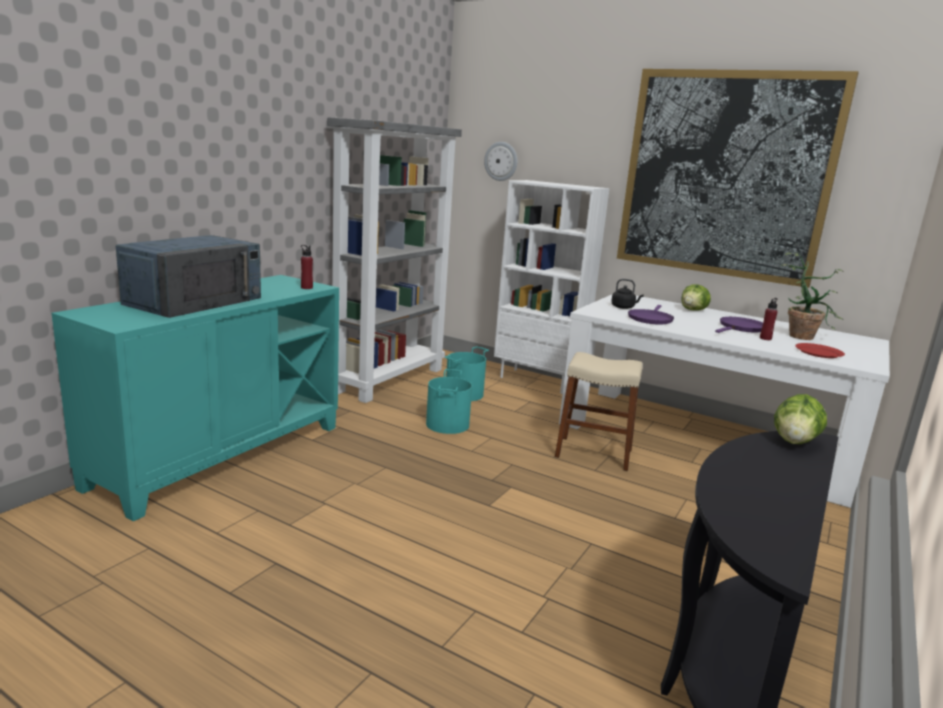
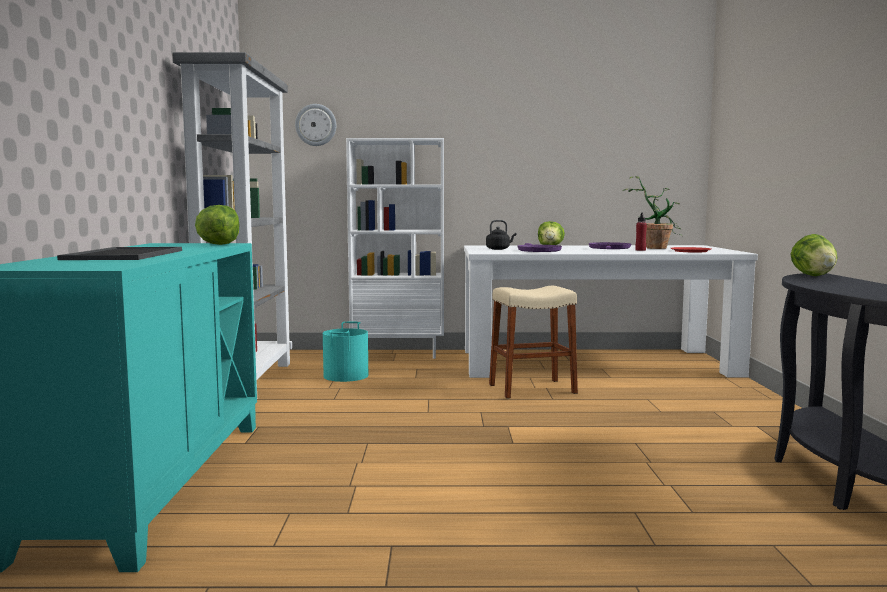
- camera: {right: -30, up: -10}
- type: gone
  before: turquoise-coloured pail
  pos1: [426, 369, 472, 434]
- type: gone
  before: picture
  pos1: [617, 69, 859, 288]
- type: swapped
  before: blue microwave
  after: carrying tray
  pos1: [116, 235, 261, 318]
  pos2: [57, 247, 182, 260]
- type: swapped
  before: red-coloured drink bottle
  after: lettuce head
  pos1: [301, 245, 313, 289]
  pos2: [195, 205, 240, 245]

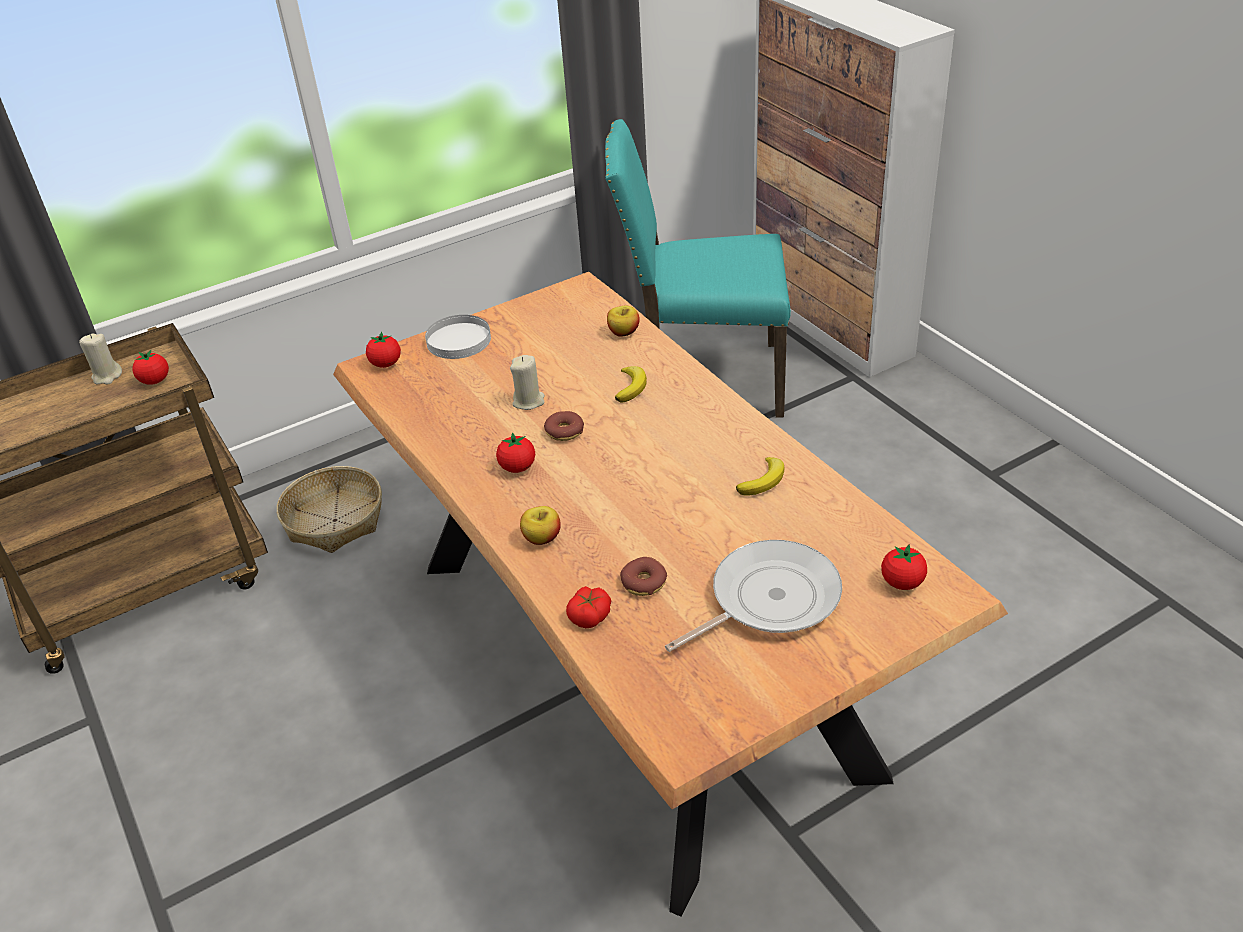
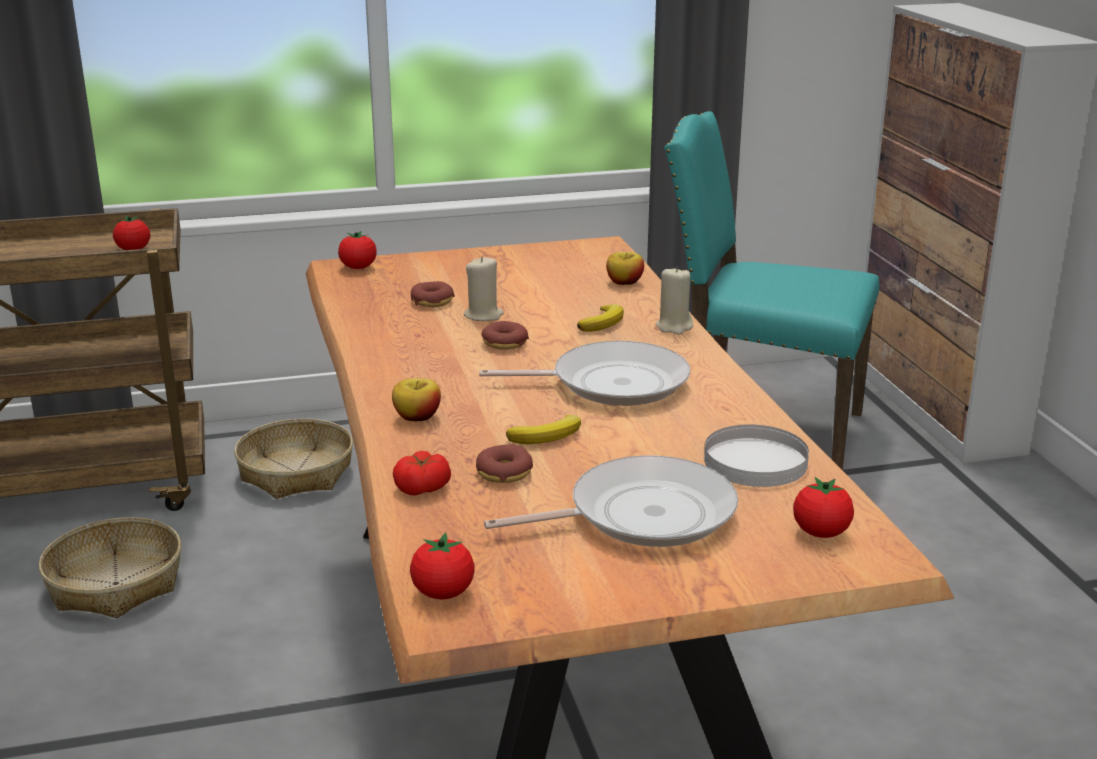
- camera: {right: 15, up: -15}
- type: new
  after: household basket
  pos2: [39, 517, 181, 618]
- type: new
  after: donut
  pos2: [411, 281, 455, 307]
- type: new
  after: pan
  pos2: [479, 341, 690, 406]
- type: shifted
  before: beige-coloured wax candle
  pos1: [79, 334, 122, 385]
  pos2: [656, 266, 693, 335]
- type: shifted
  before: whitish flat dish
  pos1: [425, 315, 491, 359]
  pos2: [704, 424, 809, 487]
- type: shifted
  before: whole tomato
  pos1: [496, 432, 535, 473]
  pos2: [410, 532, 475, 599]
- type: shifted
  before: whole banana
  pos1: [736, 457, 784, 496]
  pos2: [506, 415, 581, 444]

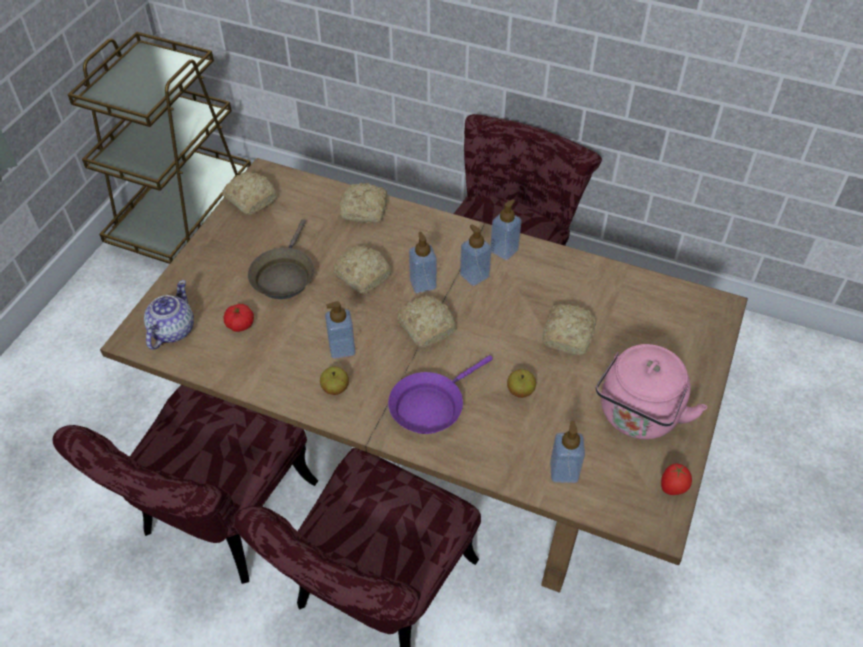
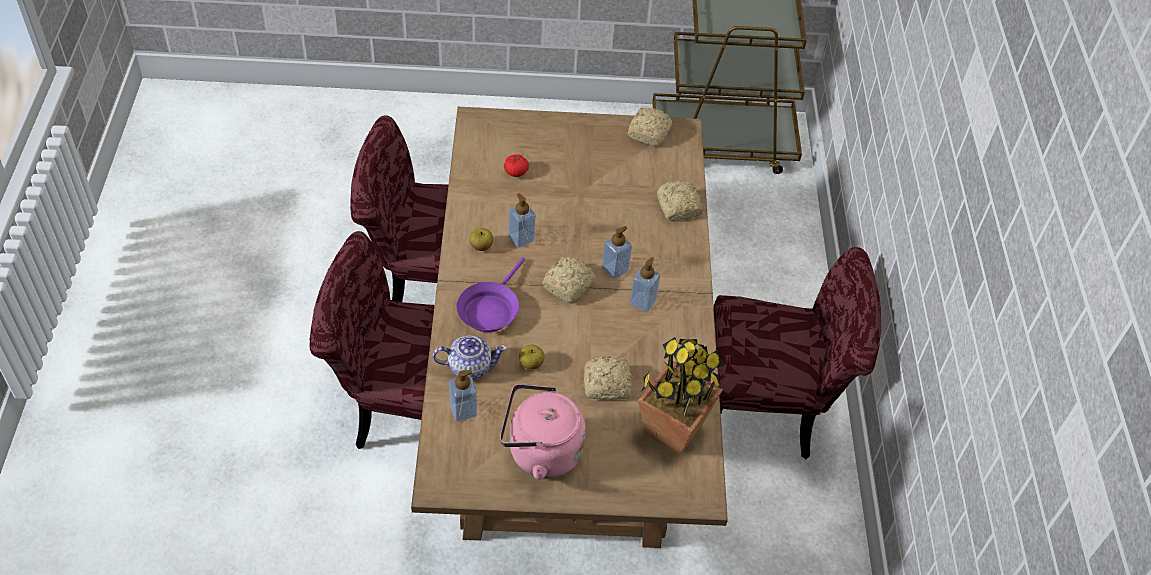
- camera: {right: 65, up: 0}
- type: gone
  before: brown pan
  pos1: [248, 219, 314, 299]
- type: gone
  before: bakery bread
  pos1: [332, 245, 391, 294]
- type: gone
  before: soap dispenser
  pos1: [490, 199, 522, 260]
- type: gone
  before: whole tomato
  pos1: [661, 464, 692, 495]
- type: new
  after: potted plant
  pos2: [638, 337, 724, 455]
- type: shifted
  before: tea pot
  pos1: [144, 280, 194, 350]
  pos2: [433, 335, 507, 380]
- type: rotated
  before: purplish pan
  pos1: [388, 355, 493, 434]
  pos2: [456, 257, 525, 332]
  turn: -90

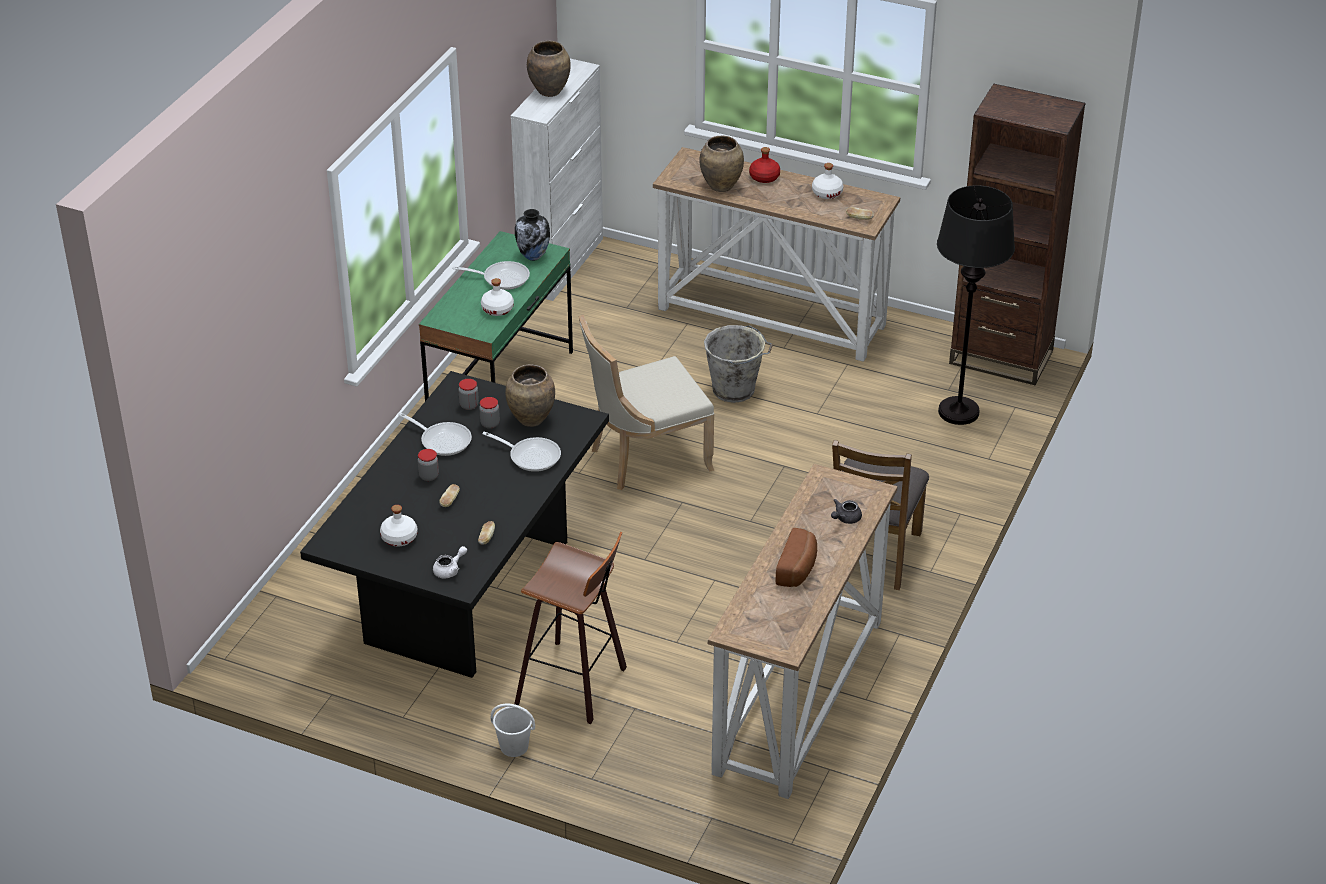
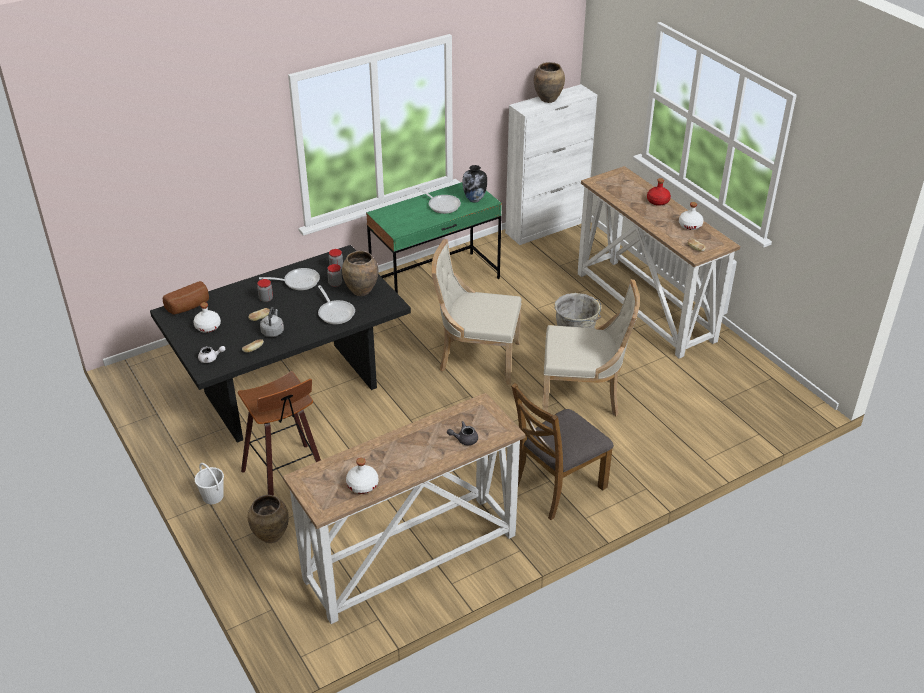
- camera: {right: 35, up: 0}
- type: gone
  before: blackish standing lamp
  pos1: [937, 185, 1015, 425]
- type: gone
  before: brown shelving unit
  pos1: [949, 84, 1086, 386]
- type: new
  after: greyish kettle
  pos2: [260, 307, 284, 337]
- type: new
  after: beige-coloured plain chair
  pos2: [542, 279, 640, 416]
- type: shifted
  before: whitish drink bottle
  pos1: [481, 278, 514, 316]
  pos2: [346, 458, 378, 494]
- type: shifted
  before: brown decorative vase
  pos1: [699, 135, 744, 192]
  pos2: [248, 495, 289, 543]
- type: shifted
  before: bakery bread
  pos1: [776, 528, 817, 587]
  pos2: [163, 281, 209, 314]
- type: rotated
  before: pan
  pos1: [398, 413, 472, 456]
  pos2: [259, 268, 320, 290]
  turn: -75

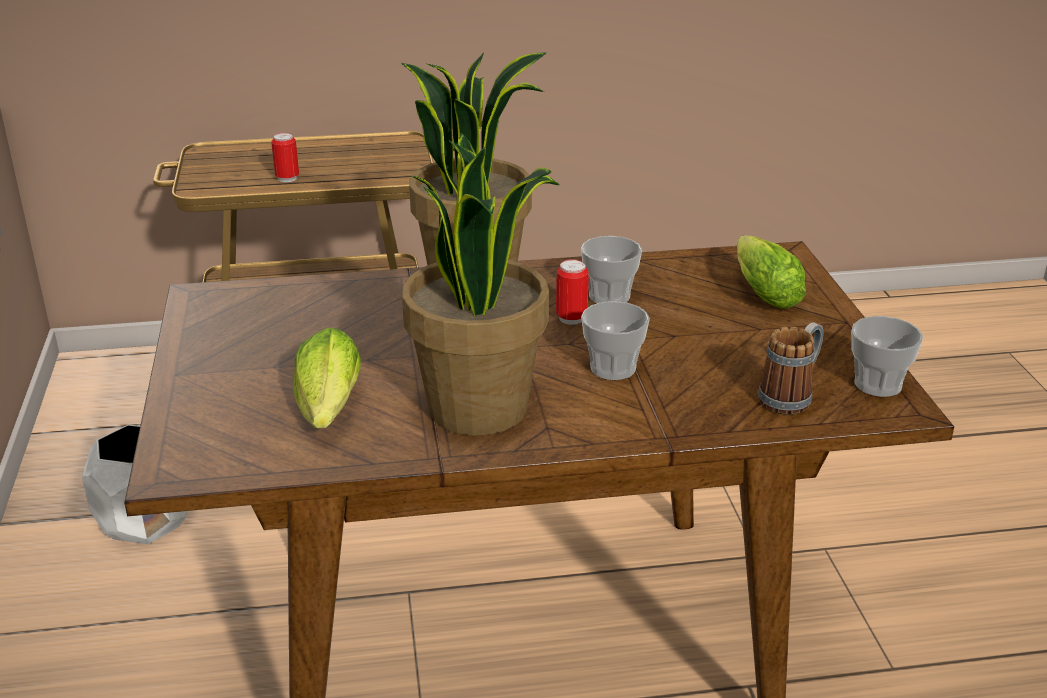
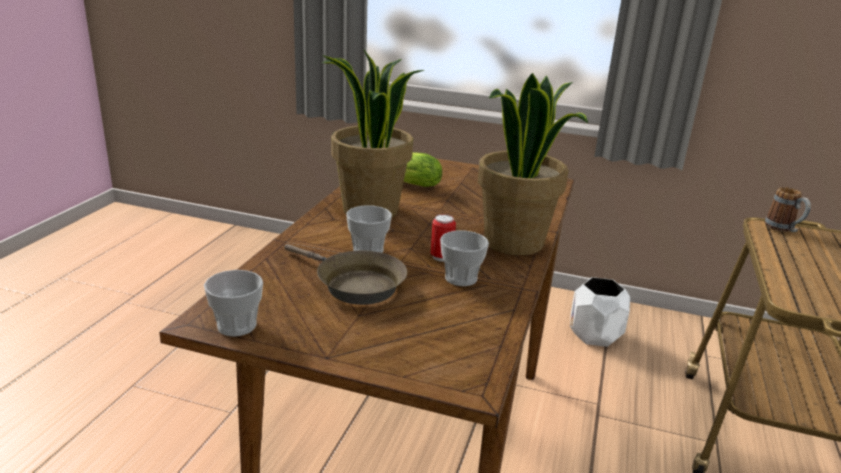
- camera: {right: 115, up: -5}
- type: gone
  before: sealed can
  pos1: [271, 133, 299, 182]
- type: gone
  before: lettuce head
  pos1: [737, 235, 806, 309]
- type: new
  after: brown pan
  pos2: [284, 244, 407, 305]
- type: shifted
  before: coffee mug
  pos1: [758, 322, 824, 415]
  pos2: [765, 187, 811, 232]

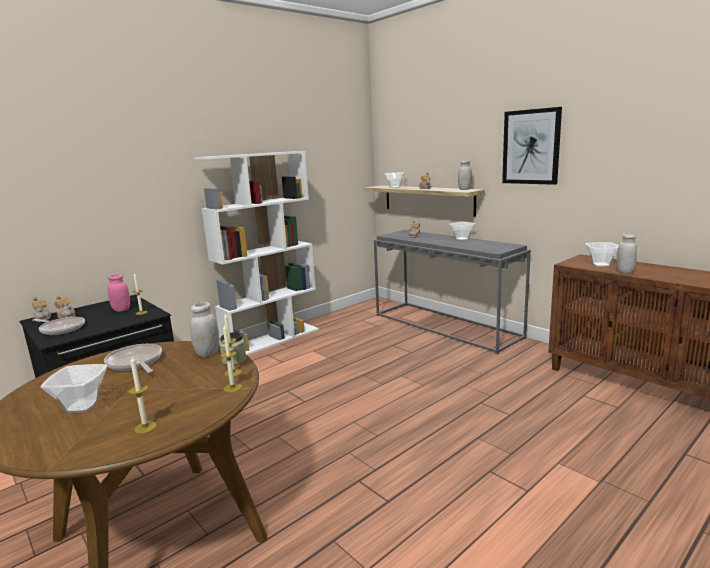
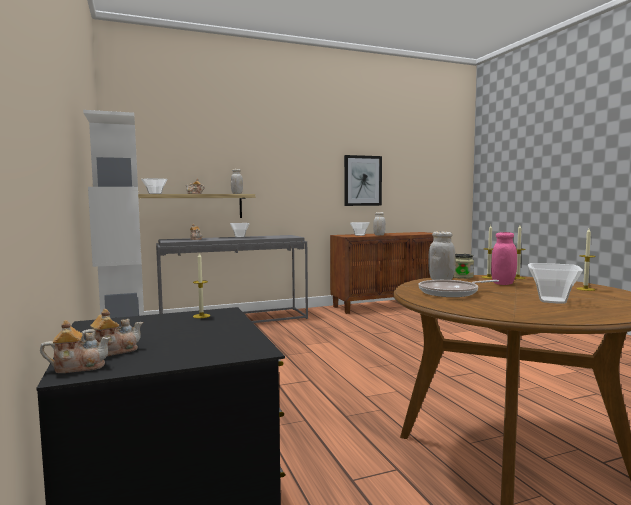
- camera: {right: -70, up: -10}
- type: gone
  before: pan
  pos1: [32, 317, 85, 335]
- type: shifted
  before: pink storage jar
  pos1: [108, 274, 130, 312]
  pos2: [491, 232, 517, 285]
- type: shifted
  before: picture
  pos1: [502, 107, 562, 185]
  pos2: [344, 155, 382, 206]

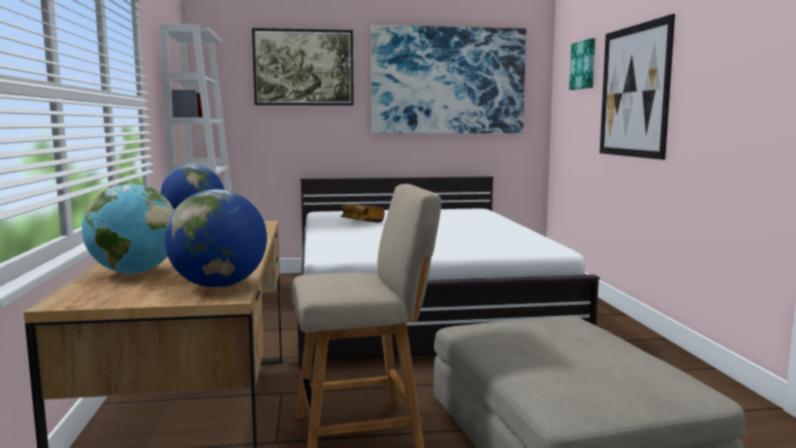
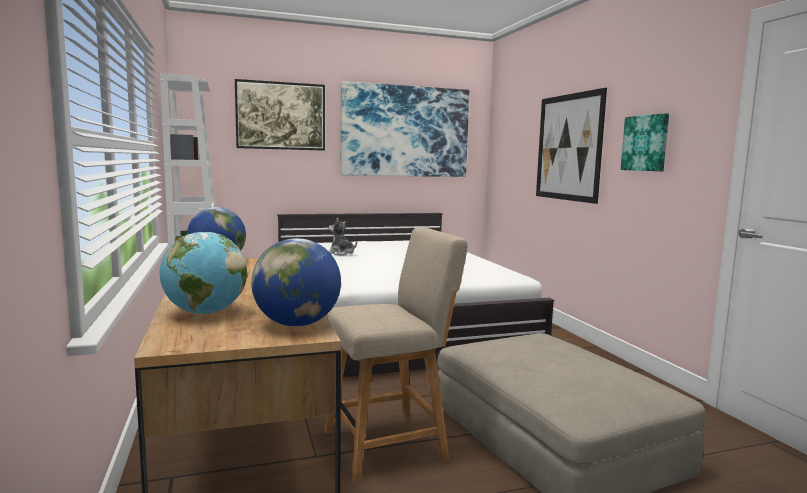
- camera: {right: -10, up: 0}
- type: shifted
  before: picture
  pos1: [569, 38, 595, 90]
  pos2: [621, 113, 669, 171]
- type: swapped
  before: book
  after: plush toy
  pos1: [340, 204, 385, 222]
  pos2: [329, 218, 357, 255]

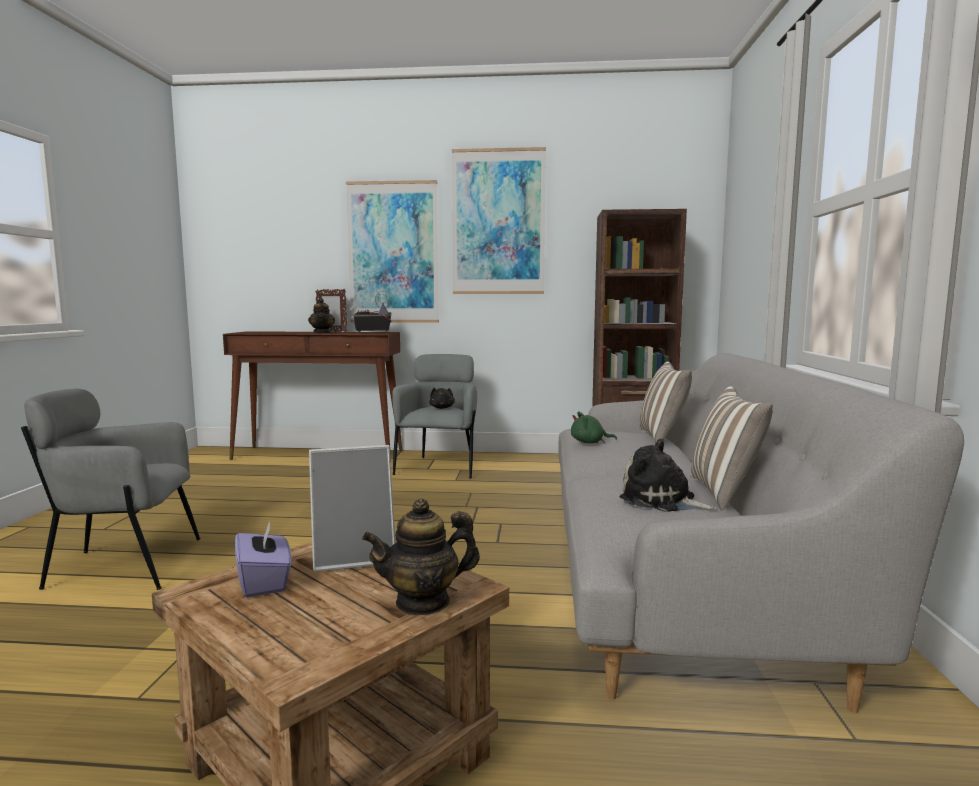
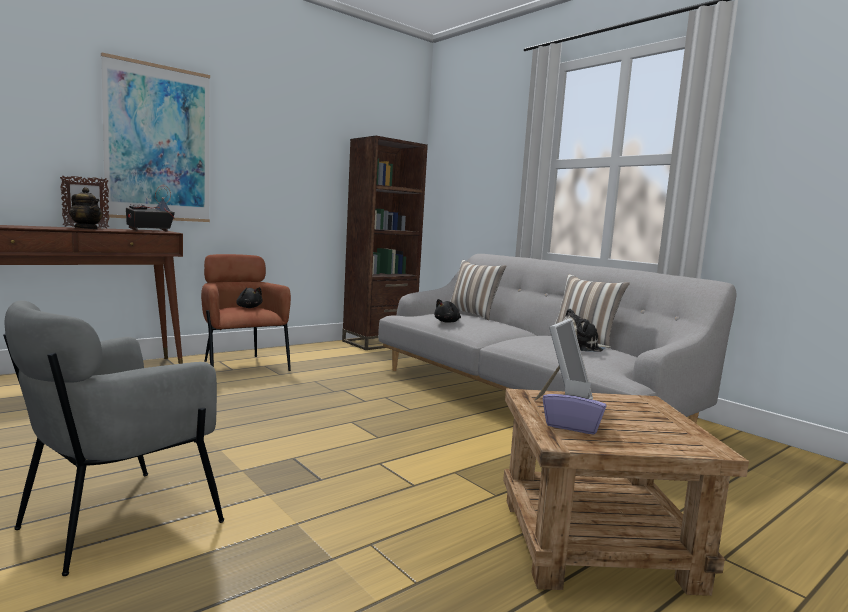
- camera: {right: -45, up: 0}
- type: gone
  before: tea pot
  pos1: [362, 498, 480, 615]
- type: gone
  before: picture
  pos1: [452, 147, 546, 294]
- type: repainted
  before: greyish lounge chair
  after: brown lounge chair
  pos1: [392, 354, 477, 478]
  pos2: [201, 254, 291, 371]
- type: repainted
  before: greenish plush toy
  after: blackish plush toy
  pos1: [571, 412, 617, 444]
  pos2: [434, 299, 461, 323]

